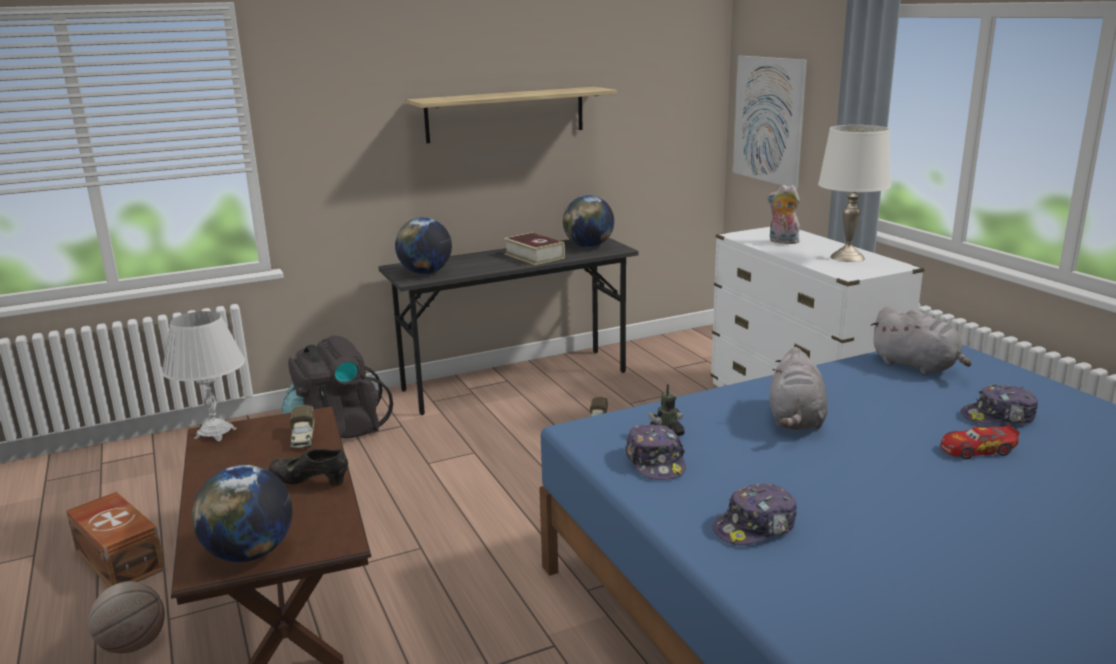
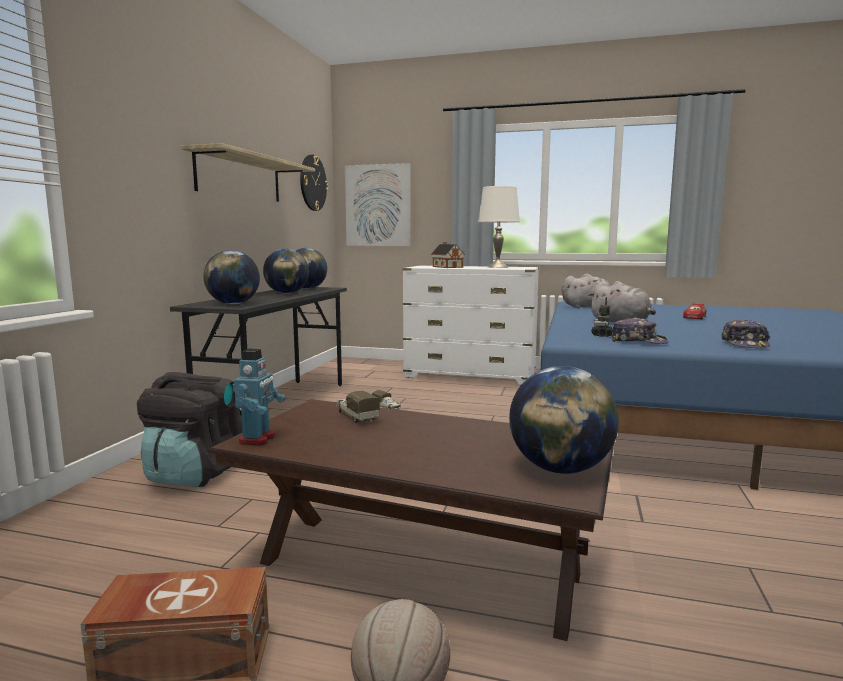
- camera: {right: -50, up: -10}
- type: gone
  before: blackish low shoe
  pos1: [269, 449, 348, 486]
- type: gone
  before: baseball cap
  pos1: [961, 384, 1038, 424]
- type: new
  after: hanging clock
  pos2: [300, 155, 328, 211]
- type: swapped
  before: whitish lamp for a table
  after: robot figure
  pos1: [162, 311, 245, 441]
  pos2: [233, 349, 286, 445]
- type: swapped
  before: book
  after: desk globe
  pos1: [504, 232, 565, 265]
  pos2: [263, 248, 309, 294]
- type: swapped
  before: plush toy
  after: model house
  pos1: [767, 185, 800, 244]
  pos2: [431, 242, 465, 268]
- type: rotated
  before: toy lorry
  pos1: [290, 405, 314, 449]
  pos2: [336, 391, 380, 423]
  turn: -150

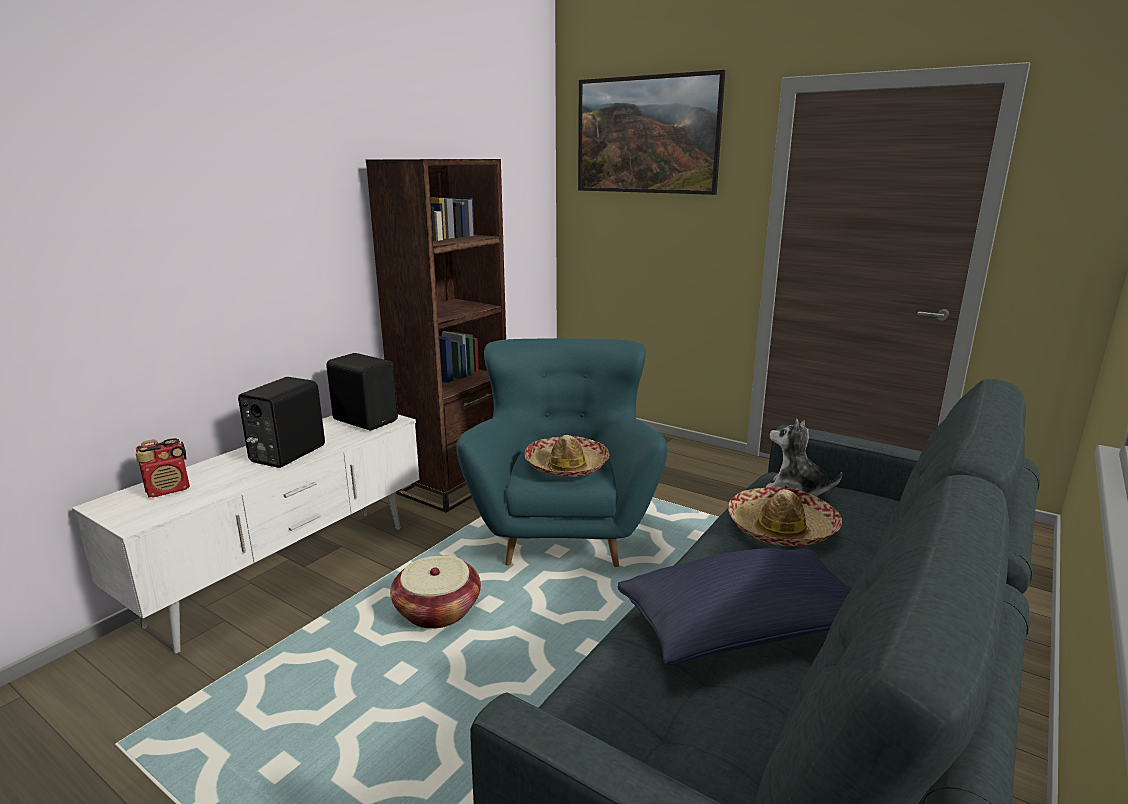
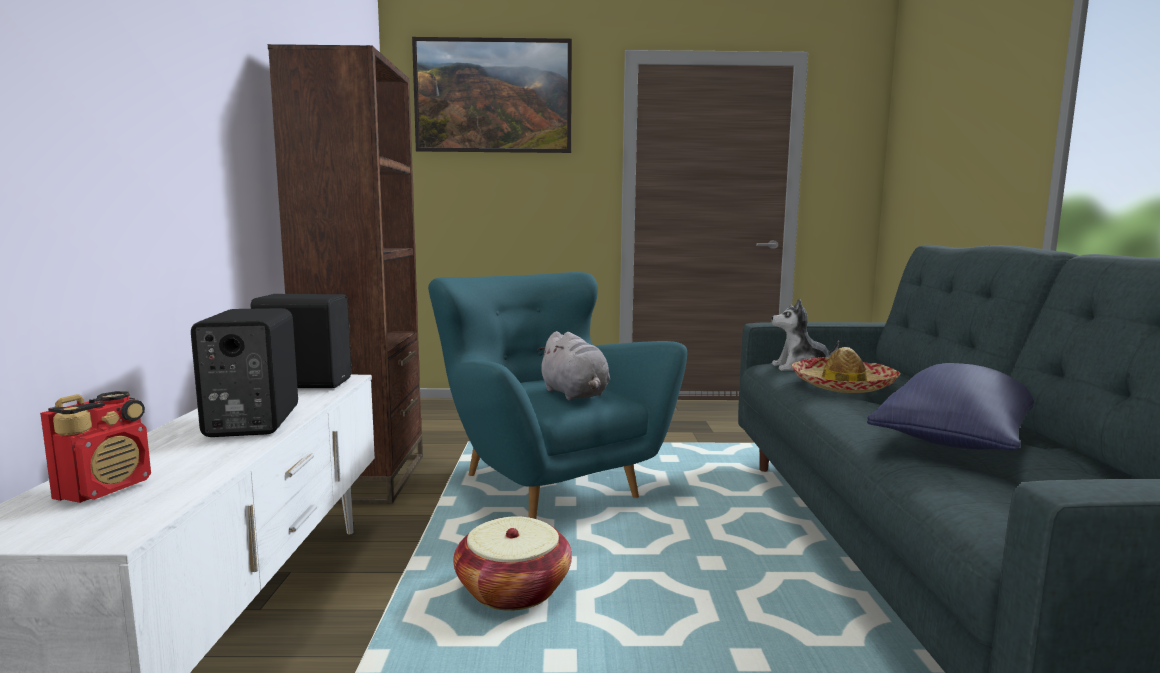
- camera: {right: -35, up: -10}
- type: swapped
  before: hat
  after: greyish plush toy
  pos1: [525, 435, 609, 477]
  pos2: [537, 331, 610, 400]

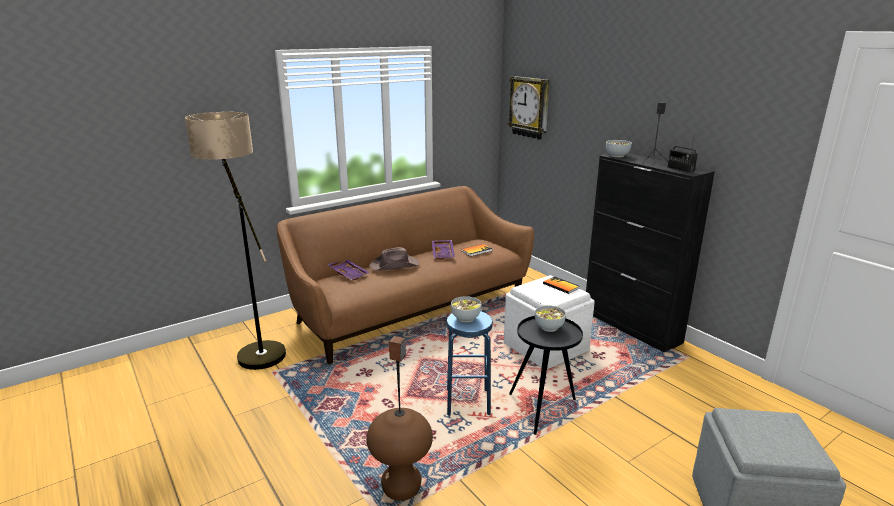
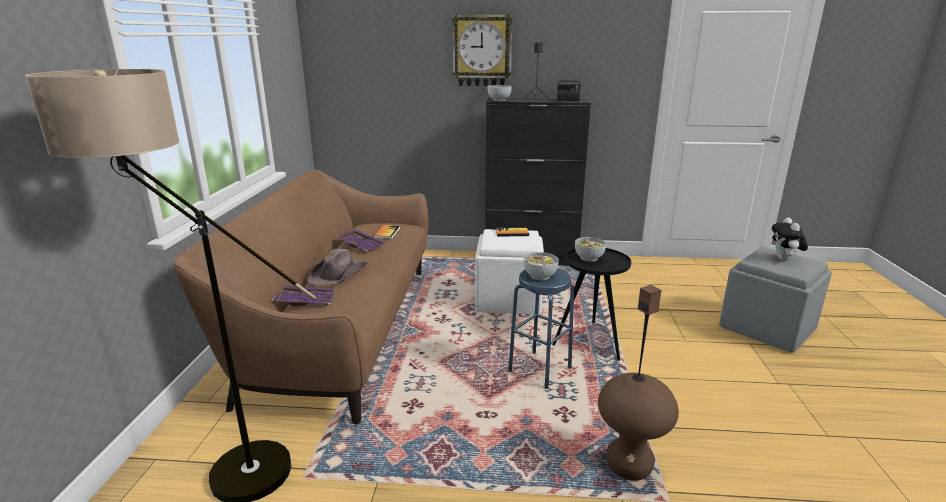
- camera: {right: -50, up: 0}
- type: new
  after: plush toy
  pos2: [772, 218, 808, 260]
- type: shifted
  before: hanging clock
  pos1: [508, 76, 550, 140]
  pos2: [452, 14, 513, 86]

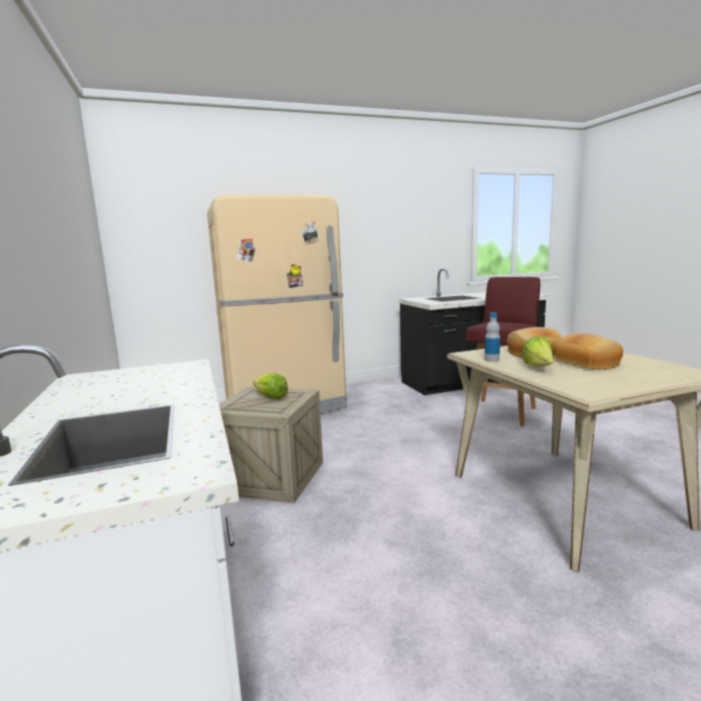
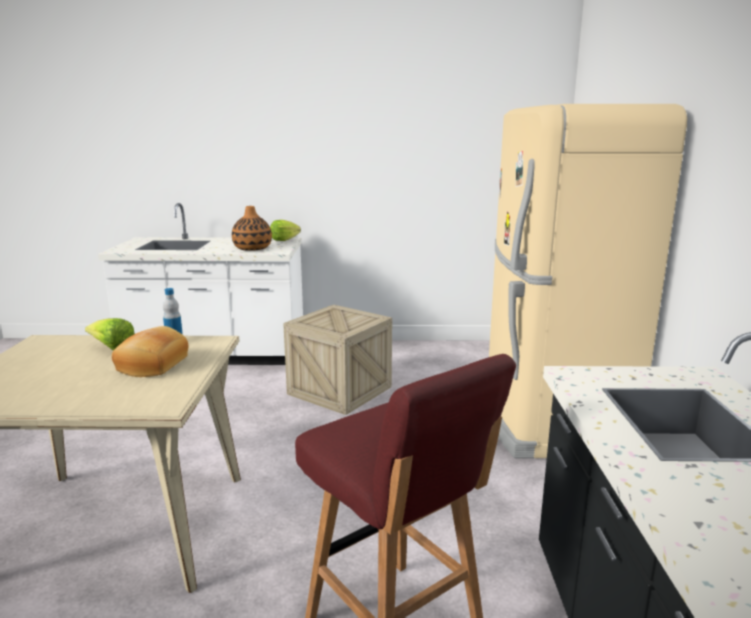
- camera: {right: 110, up: 5}
- type: gone
  before: bakery bread
  pos1: [555, 333, 623, 370]
- type: new
  after: decorative vase
  pos2: [232, 206, 272, 251]
- type: shifted
  before: lettuce head
  pos1: [253, 373, 288, 399]
  pos2: [270, 220, 301, 241]

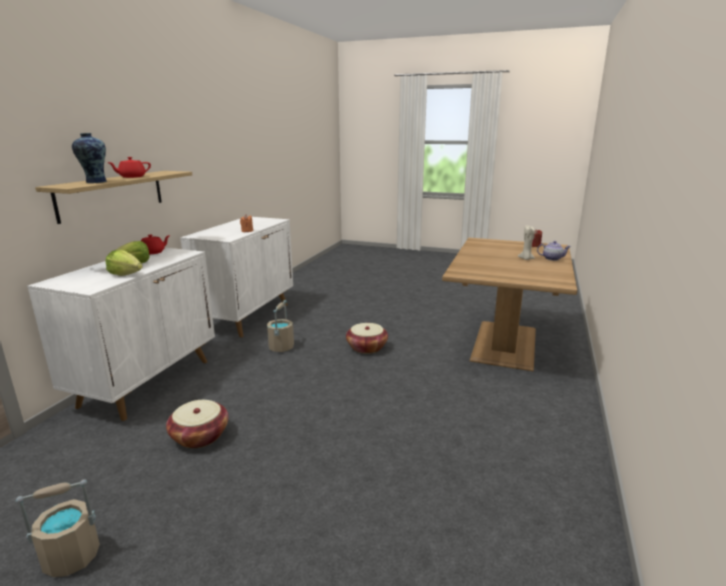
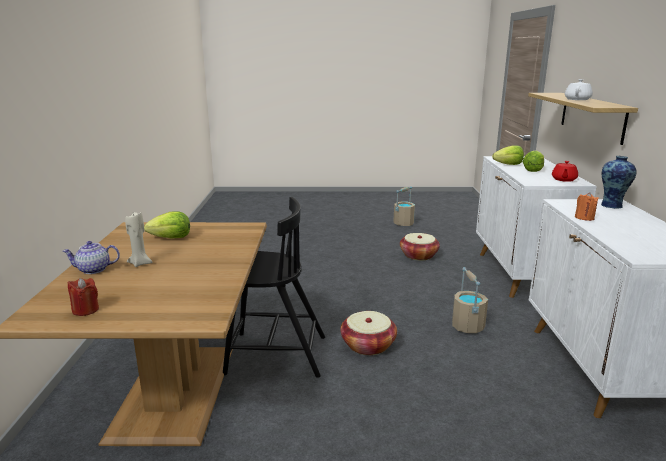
- camera: {right: 160, up: 0}
- type: new
  after: lettuce head
  pos2: [144, 211, 190, 238]
- type: new
  after: blackish plain chair
  pos2: [223, 197, 325, 378]
- type: shifted
  before: decorative vase
  pos1: [72, 133, 107, 183]
  pos2: [601, 156, 637, 209]
- type: repainted
  before: red-coloured tea pot
  after: whitish tea pot
  pos1: [107, 157, 151, 178]
  pos2: [565, 79, 593, 100]

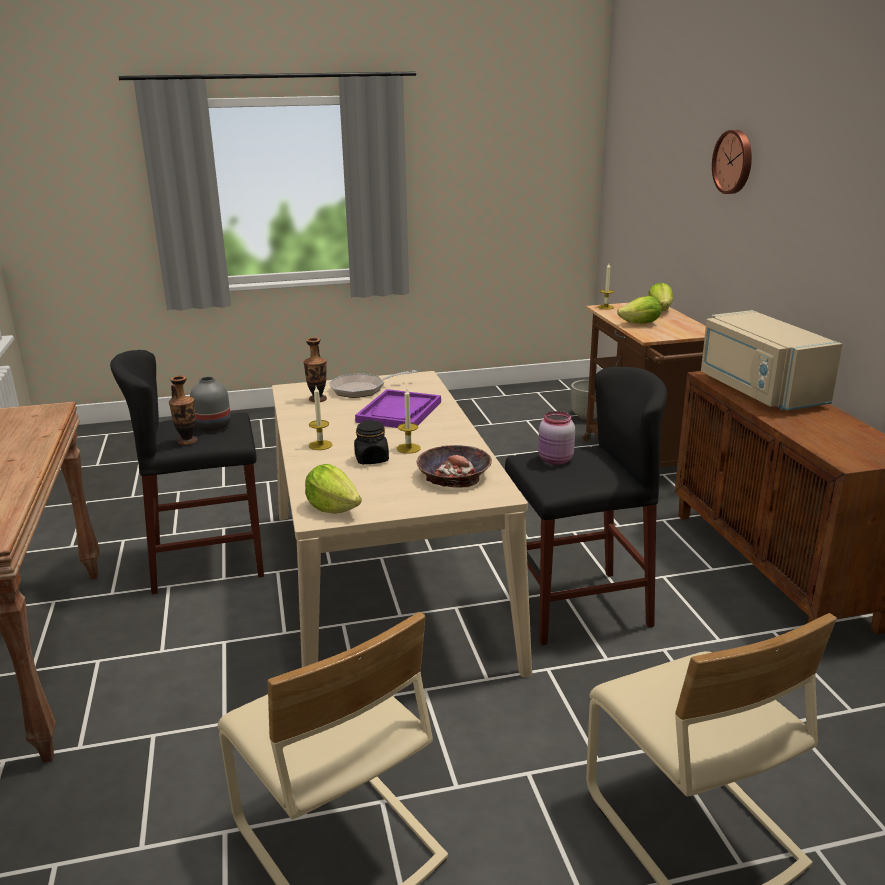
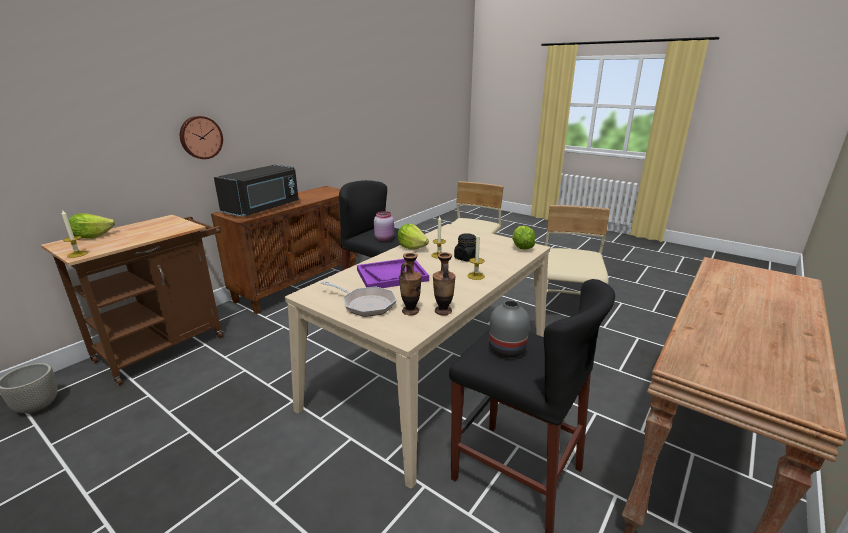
- camera: {right: -130, up: 0}
- type: gone
  before: bowl
  pos1: [417, 445, 492, 488]
- type: shifted
  before: decorative vase
  pos1: [169, 376, 197, 445]
  pos2: [433, 253, 456, 316]
- type: shifted
  before: lettuce head
  pos1: [617, 296, 661, 324]
  pos2: [398, 224, 429, 250]
- type: shifted
  before: hanging clock
  pos1: [712, 130, 752, 194]
  pos2: [180, 116, 223, 159]
- type: repainted
  before: beige-coloured microwave
  after: blackish microwave
  pos1: [701, 310, 842, 411]
  pos2: [214, 165, 299, 216]

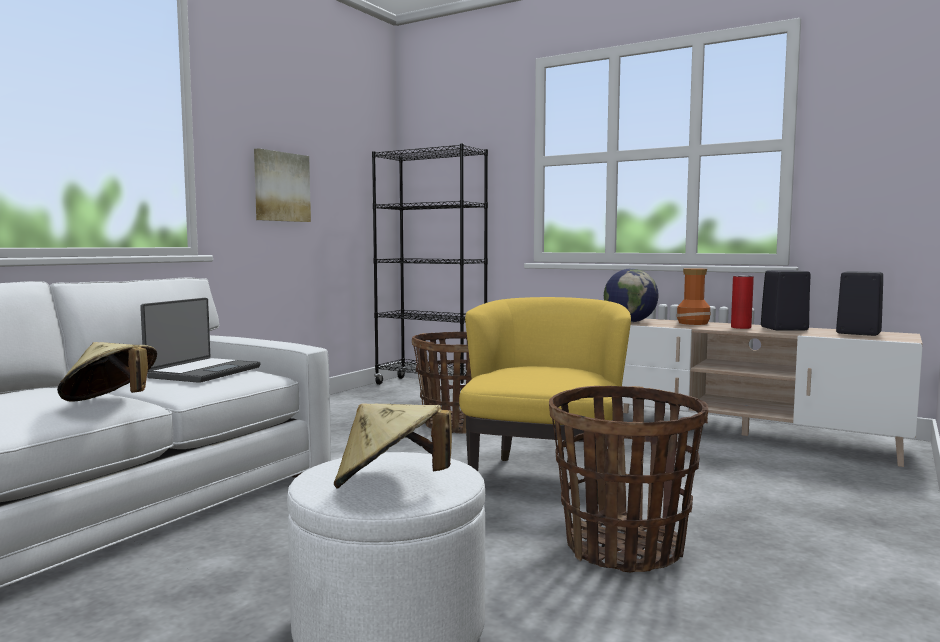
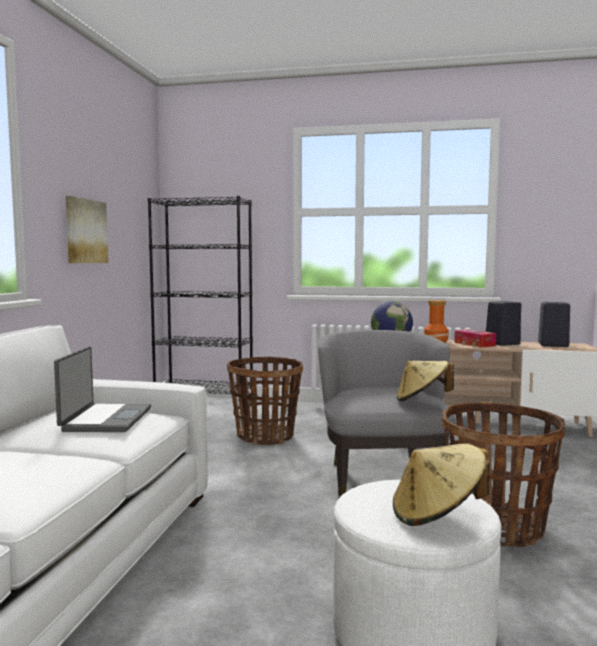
- camera: {right: -20, up: 0}
- type: shifted
  before: beige-coloured hat
  pos1: [57, 342, 157, 402]
  pos2: [396, 361, 454, 401]
- type: swapped
  before: red-coloured decorative vase
  after: box of tissues
  pos1: [731, 276, 754, 329]
  pos2: [454, 329, 496, 348]
- type: repainted
  before: yellow-coloured lounge chair
  after: greyish lounge chair
  pos1: [459, 297, 631, 501]
  pos2: [318, 330, 455, 496]

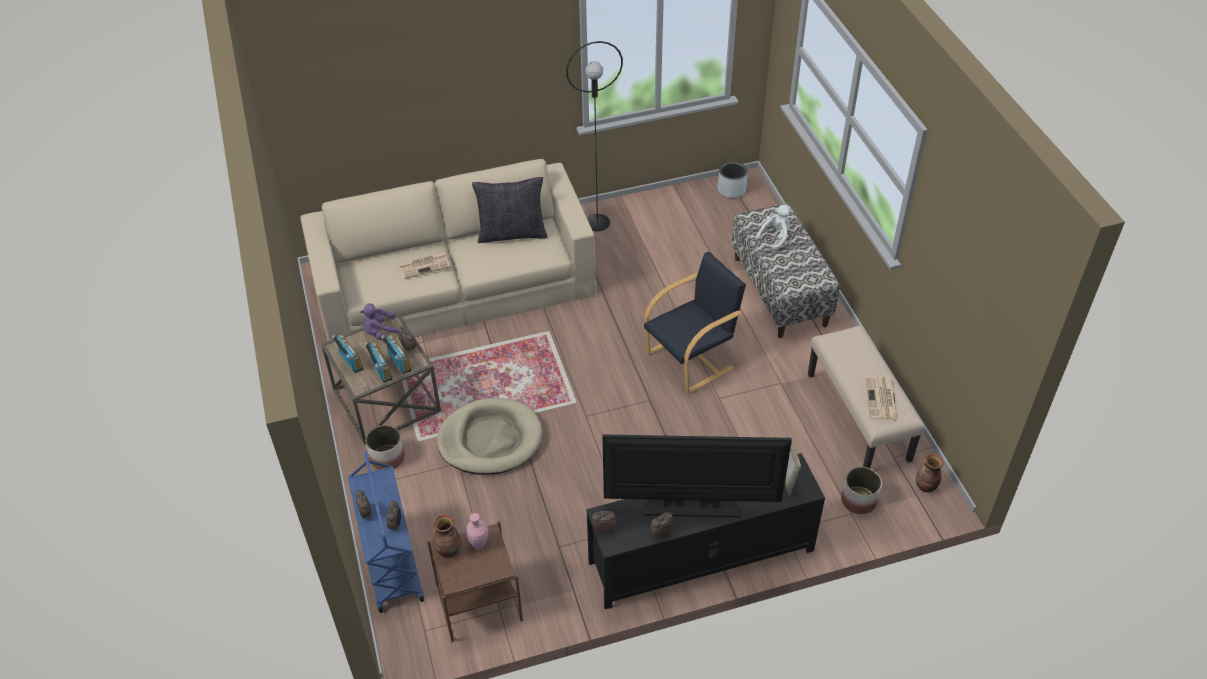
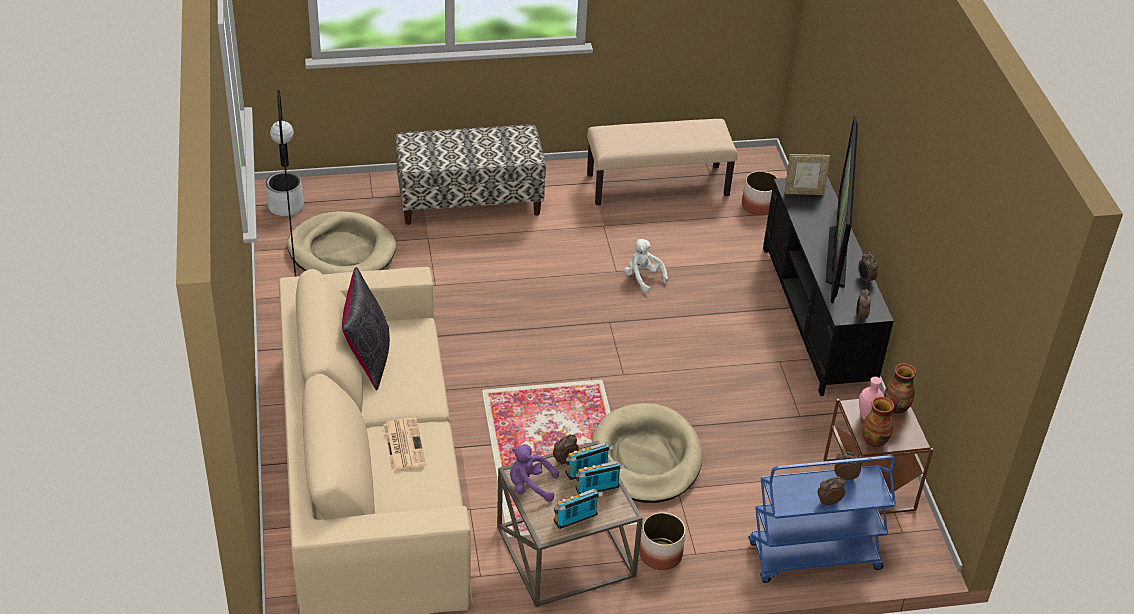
- camera: {right: -85, up: -5}
- type: gone
  before: blackish lounge chair
  pos1: [644, 252, 746, 394]
- type: gone
  before: daily paper
  pos1: [866, 377, 899, 421]
- type: new
  after: beige-coloured dog bed
  pos2: [287, 211, 396, 274]
- type: shifted
  before: whitish plush toy
  pos1: [756, 205, 791, 251]
  pos2: [624, 239, 668, 293]
- type: shifted
  before: decorative vase
  pos1: [916, 454, 944, 492]
  pos2: [884, 363, 916, 414]
- type: rotated
  before: purplish plush toy
  pos1: [360, 303, 403, 340]
  pos2: [510, 444, 559, 502]
  turn: 120

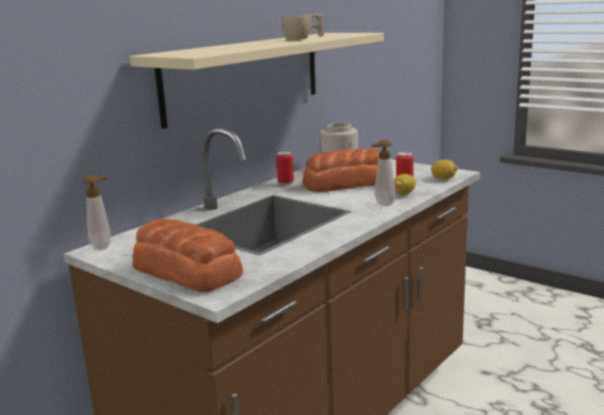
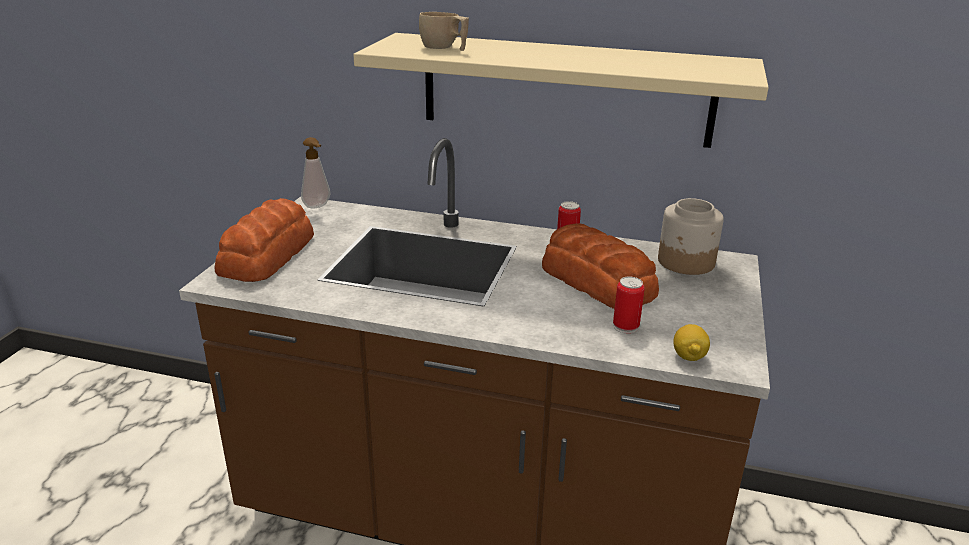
- camera: {right: 65, up: 10}
- type: gone
  before: soap dispenser
  pos1: [371, 140, 395, 206]
- type: gone
  before: citrus fruit
  pos1: [394, 174, 416, 195]
- type: shifted
  before: beige-coloured cup
  pos1: [282, 14, 324, 40]
  pos2: [419, 12, 469, 51]

